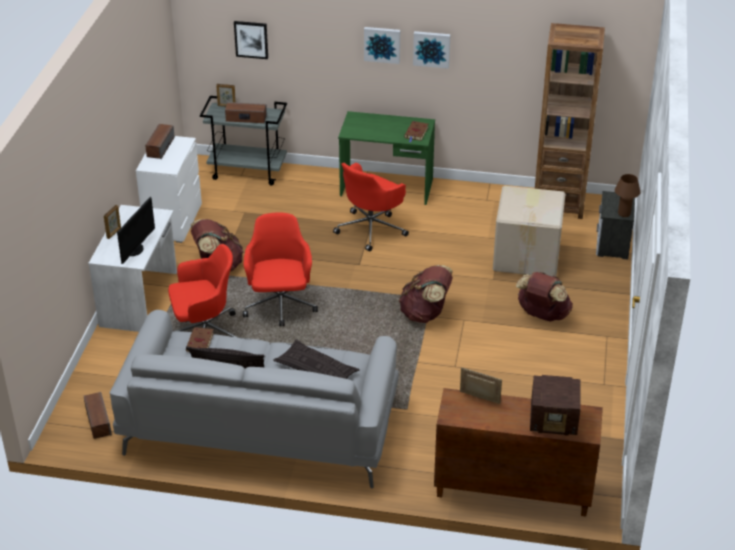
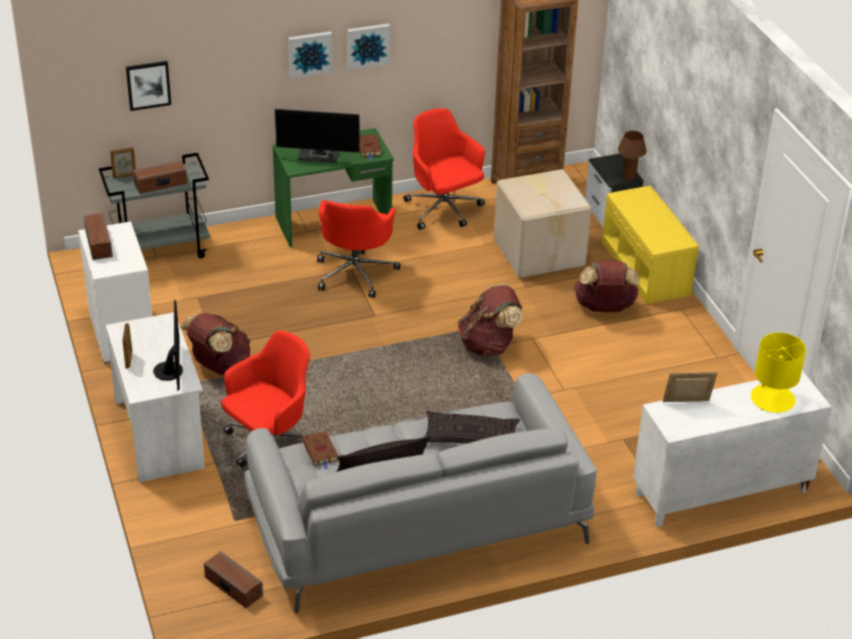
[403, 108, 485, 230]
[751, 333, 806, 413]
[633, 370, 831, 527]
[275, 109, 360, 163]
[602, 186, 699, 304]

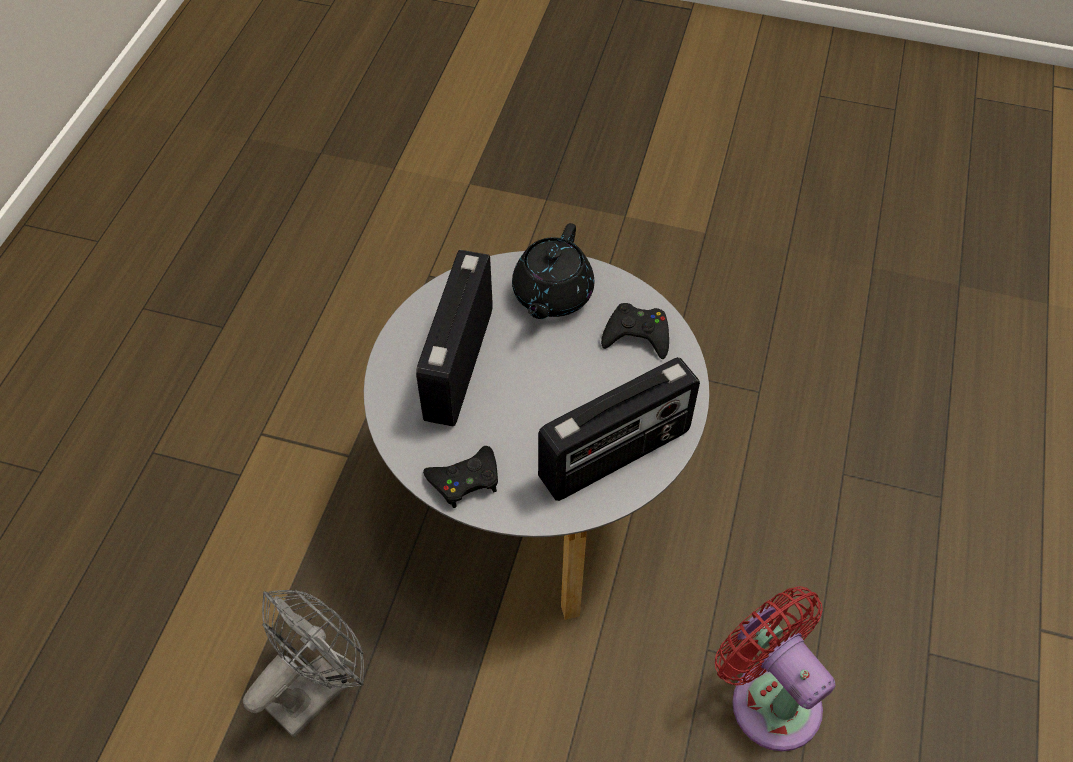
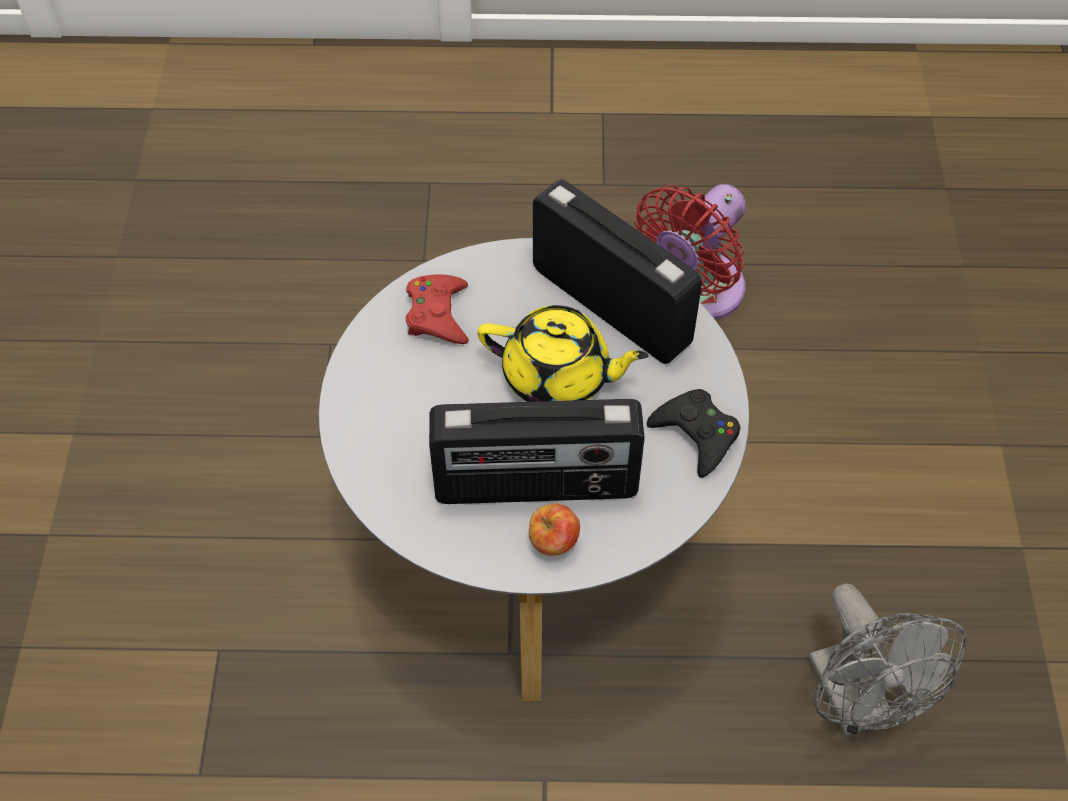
[512, 223, 594, 319] (first image)
[406, 275, 469, 344]
[809, 584, 967, 737]
[477, 305, 649, 402]
[529, 503, 580, 555]

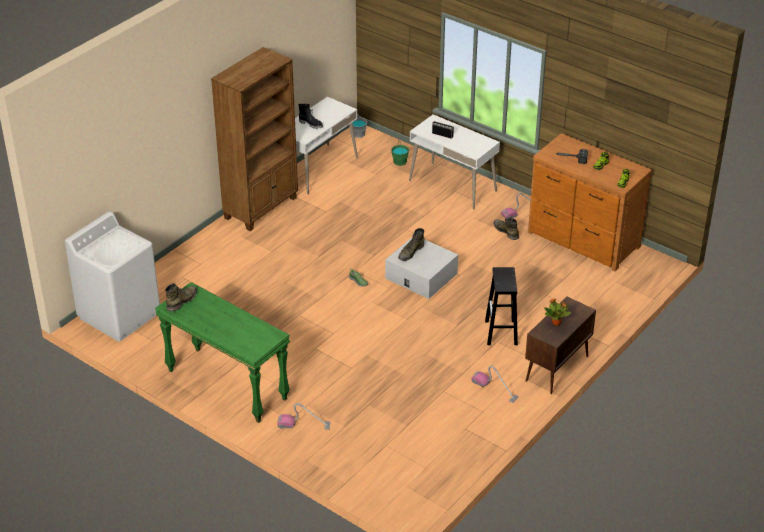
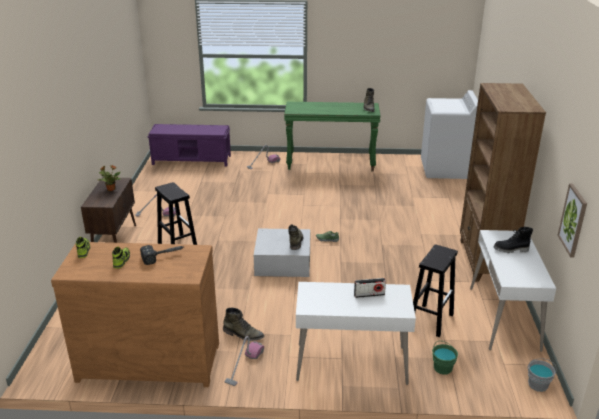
[148, 124, 231, 167]
[558, 184, 587, 257]
[413, 244, 458, 337]

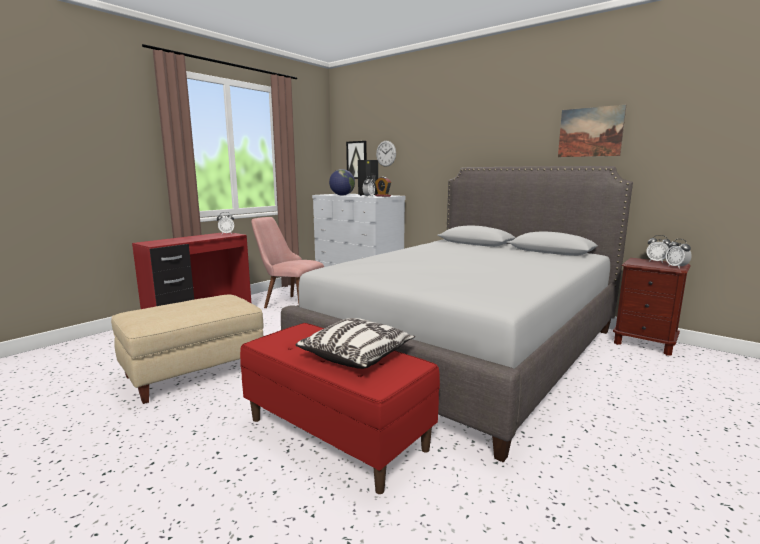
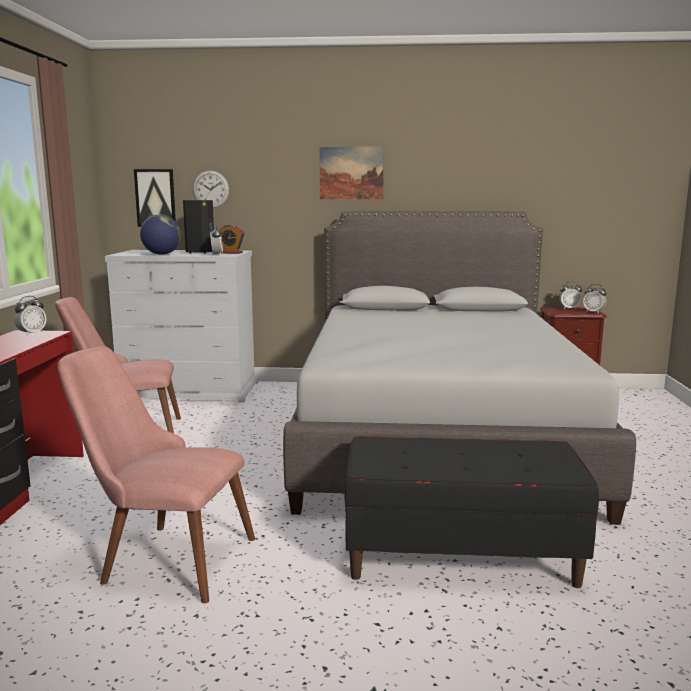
[319, 146, 384, 199]
[57, 346, 255, 603]
[295, 318, 415, 369] (first image)
[344, 436, 599, 588]

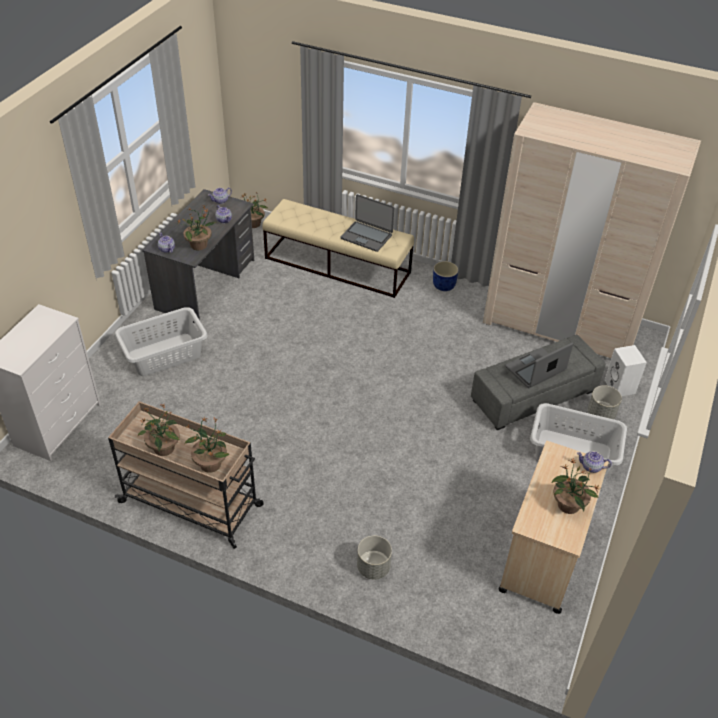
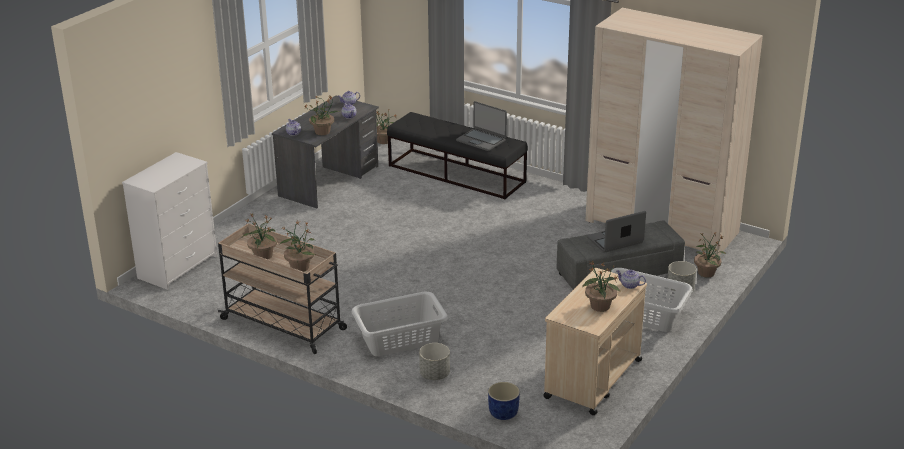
[387, 112, 528, 199]
[488, 382, 520, 420]
[352, 292, 448, 356]
[694, 232, 726, 278]

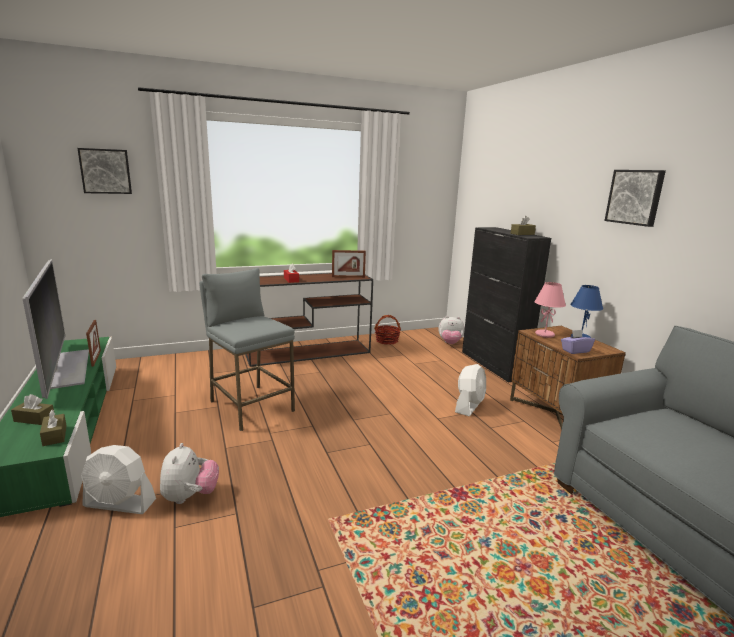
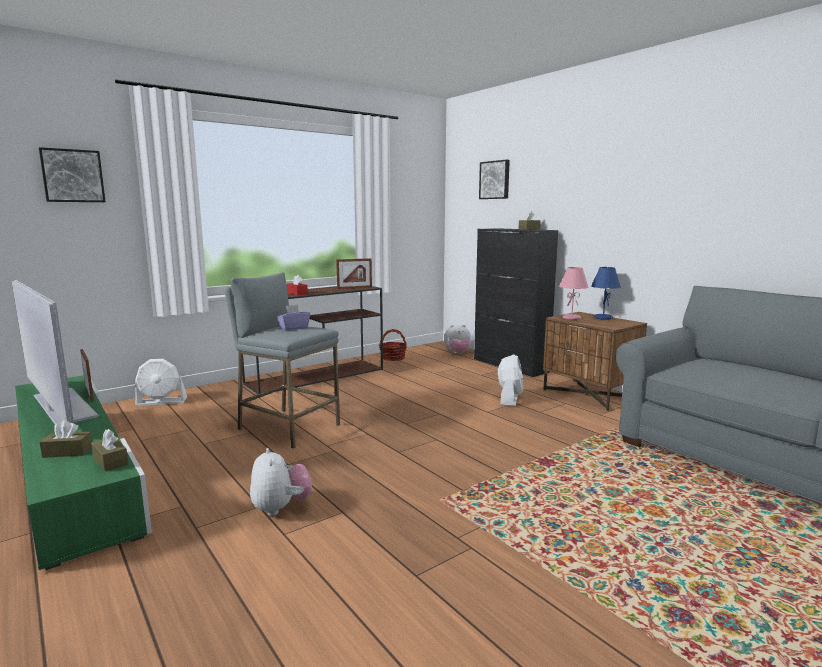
[479, 160, 510, 199]
[277, 305, 310, 330]
[135, 359, 187, 406]

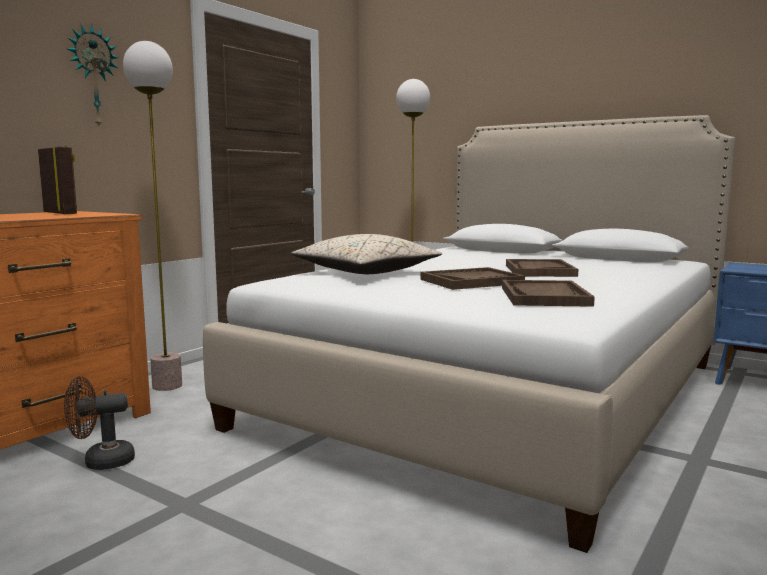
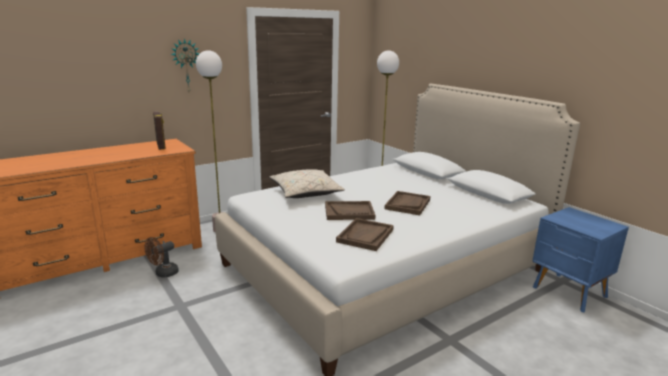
[145, 237, 179, 277]

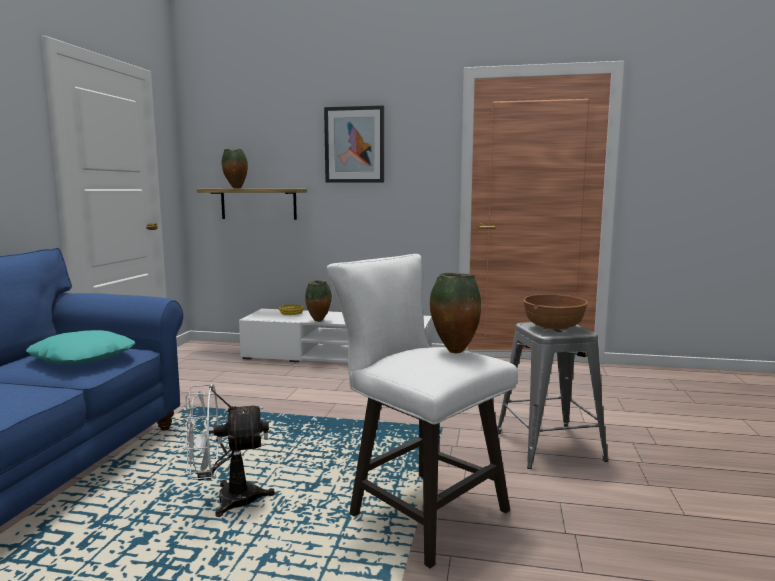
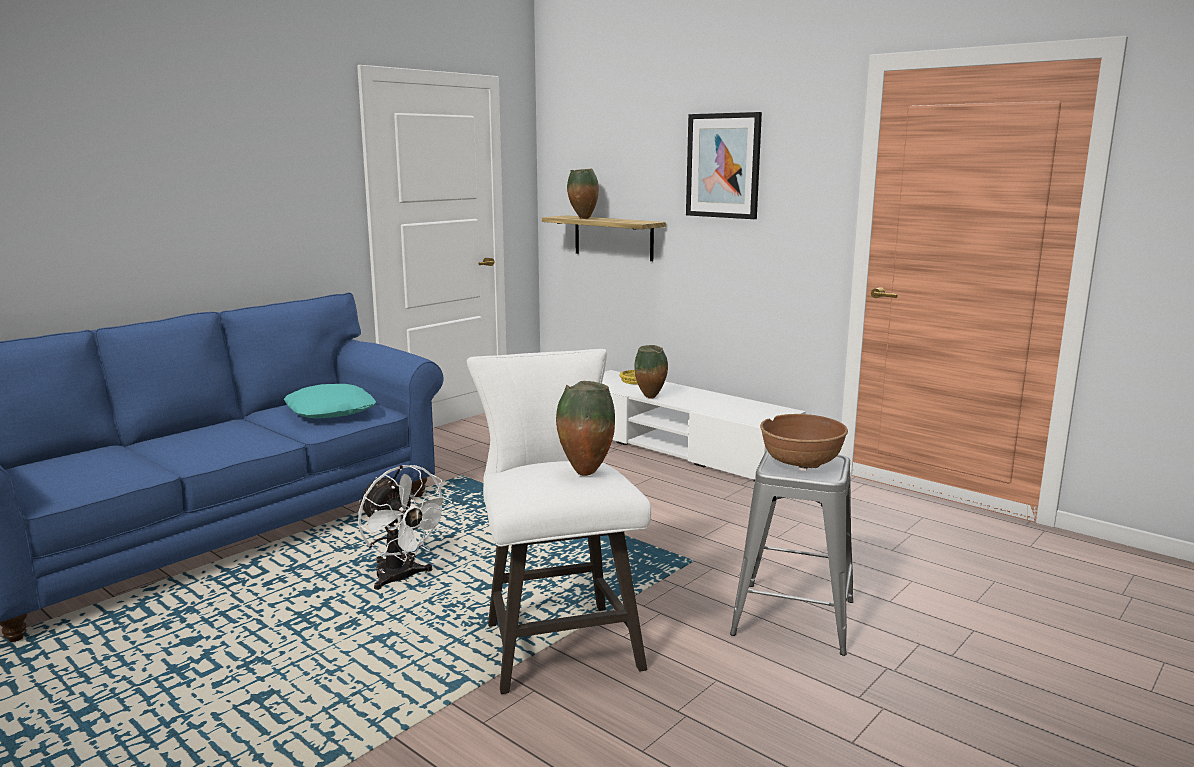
[358, 465, 452, 590]

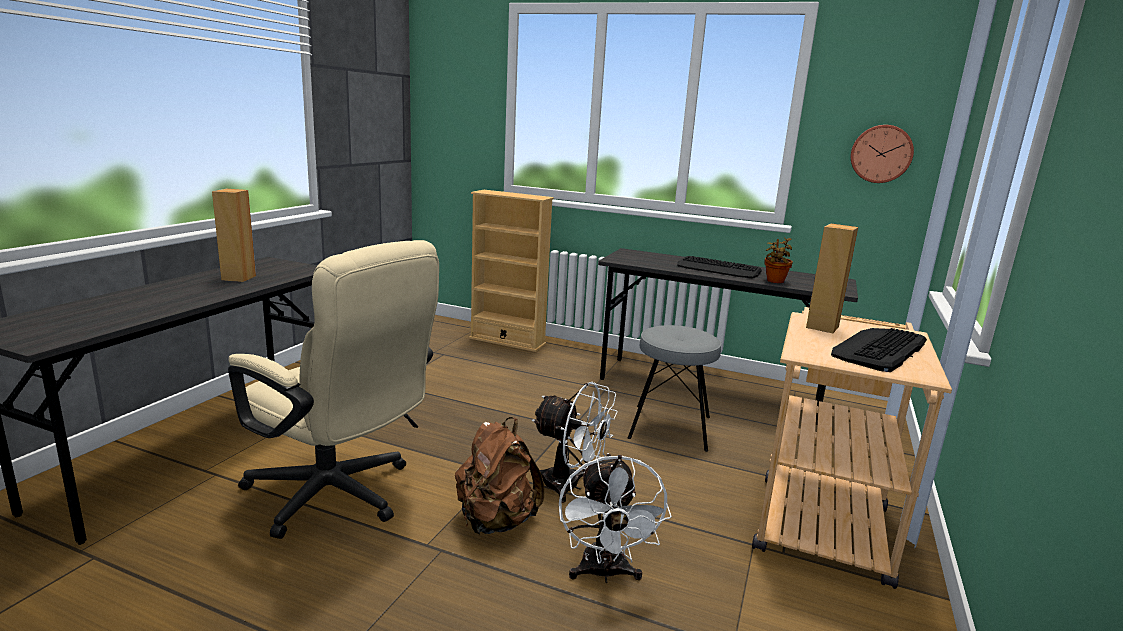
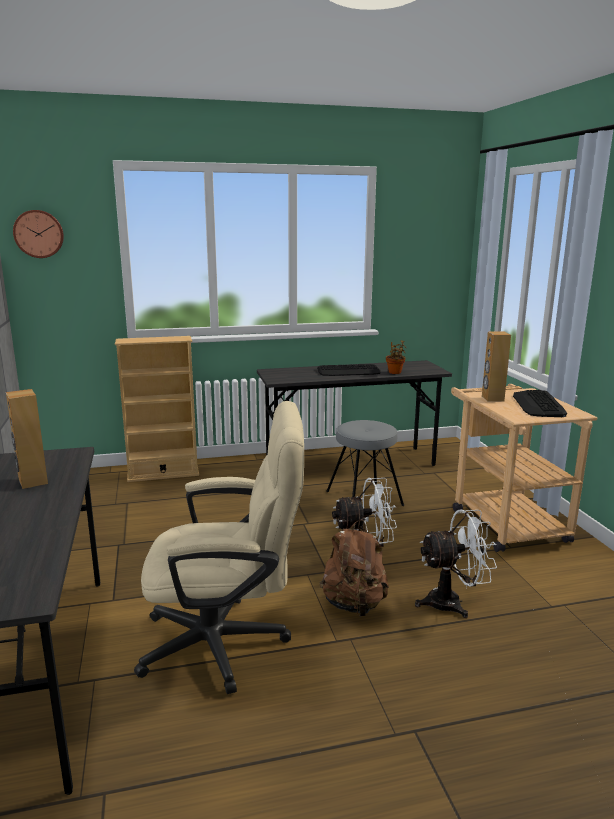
[13, 210, 64, 258]
[415, 509, 497, 618]

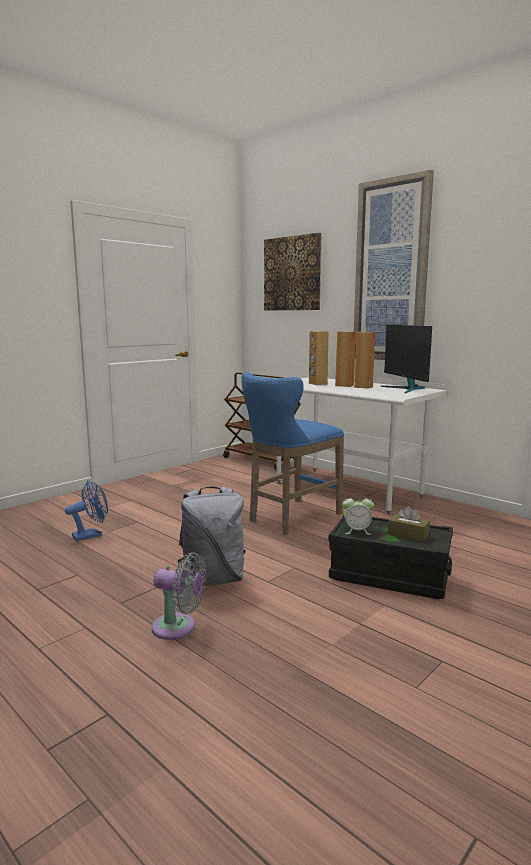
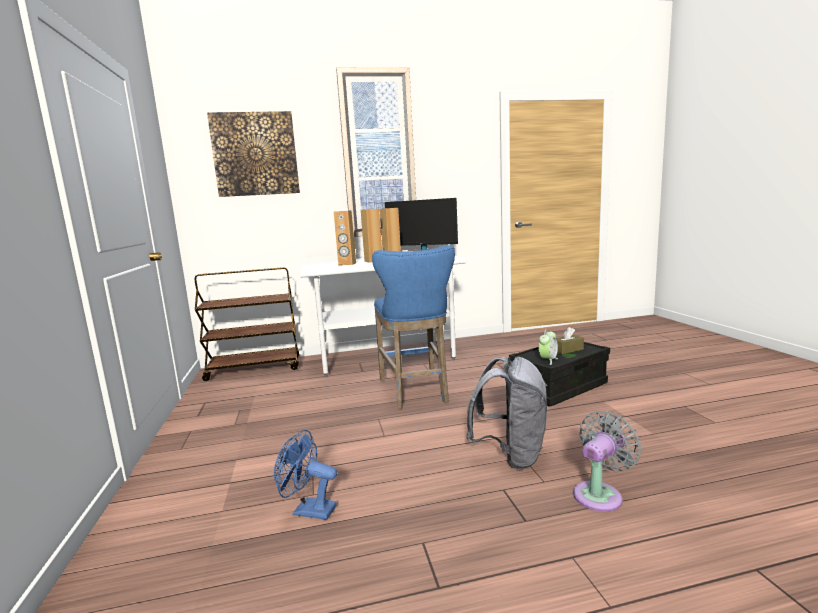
[274, 430, 337, 520]

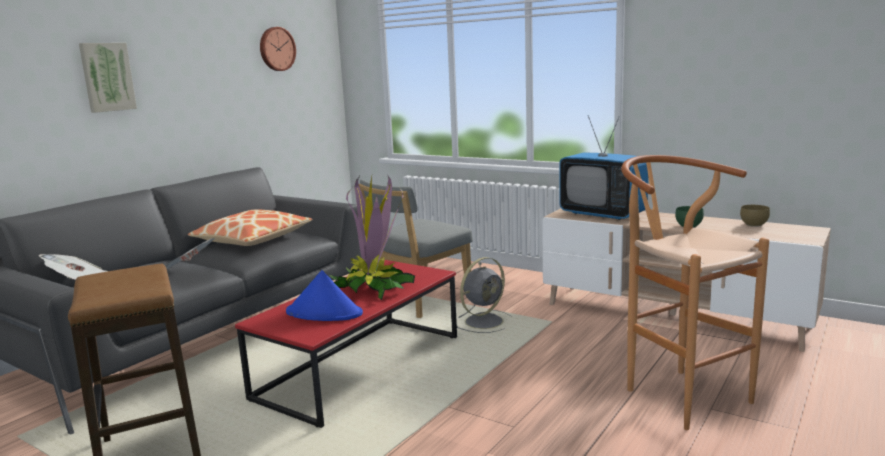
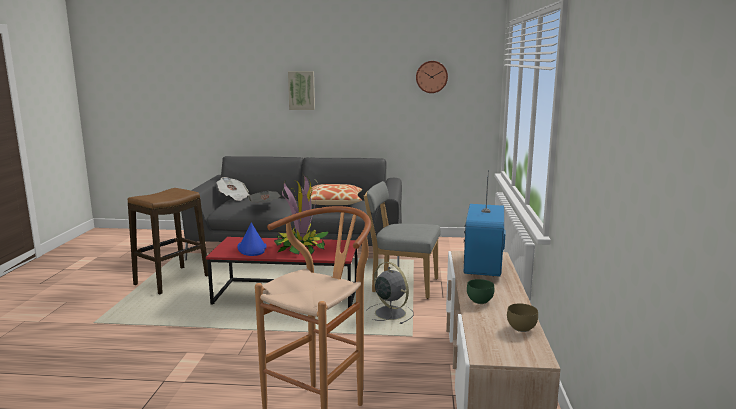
[366, 262, 414, 324]

